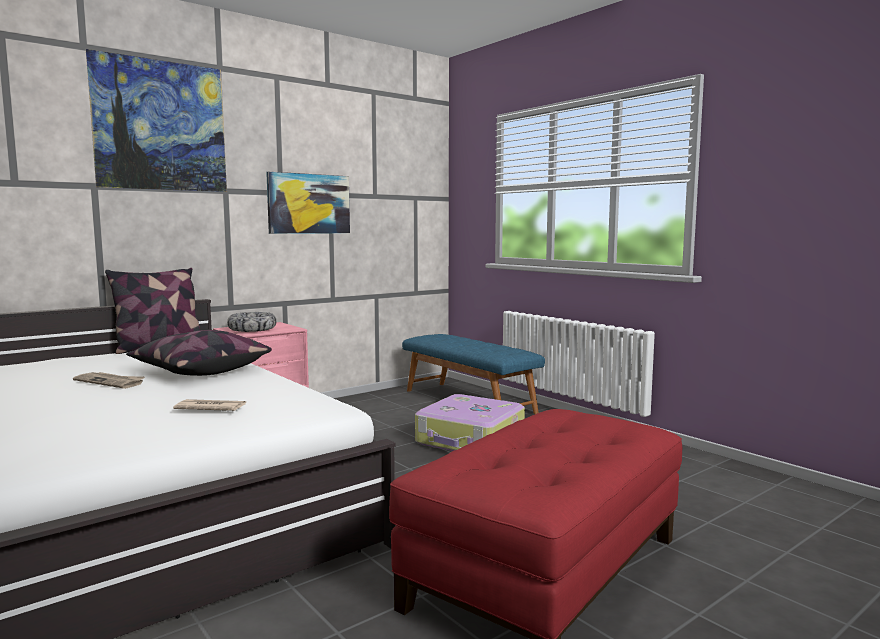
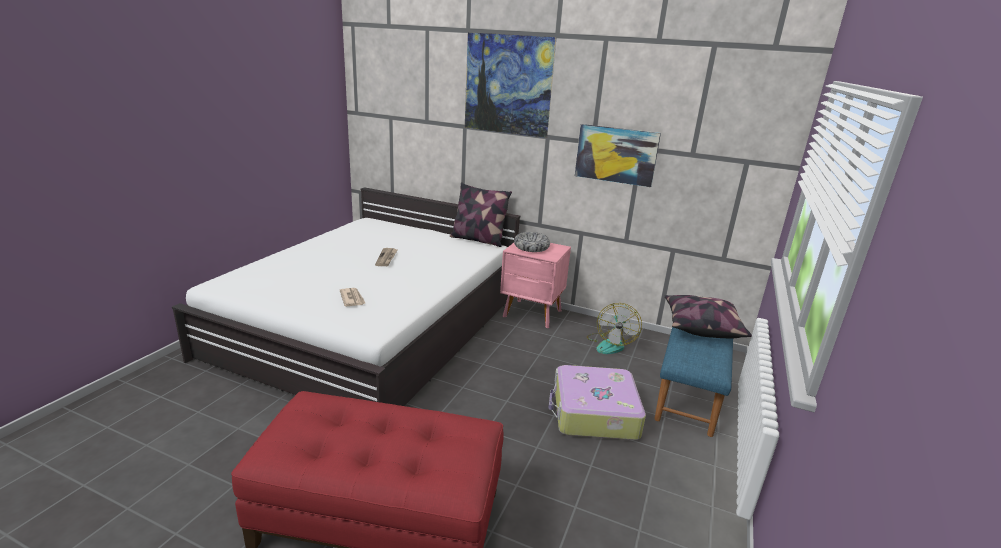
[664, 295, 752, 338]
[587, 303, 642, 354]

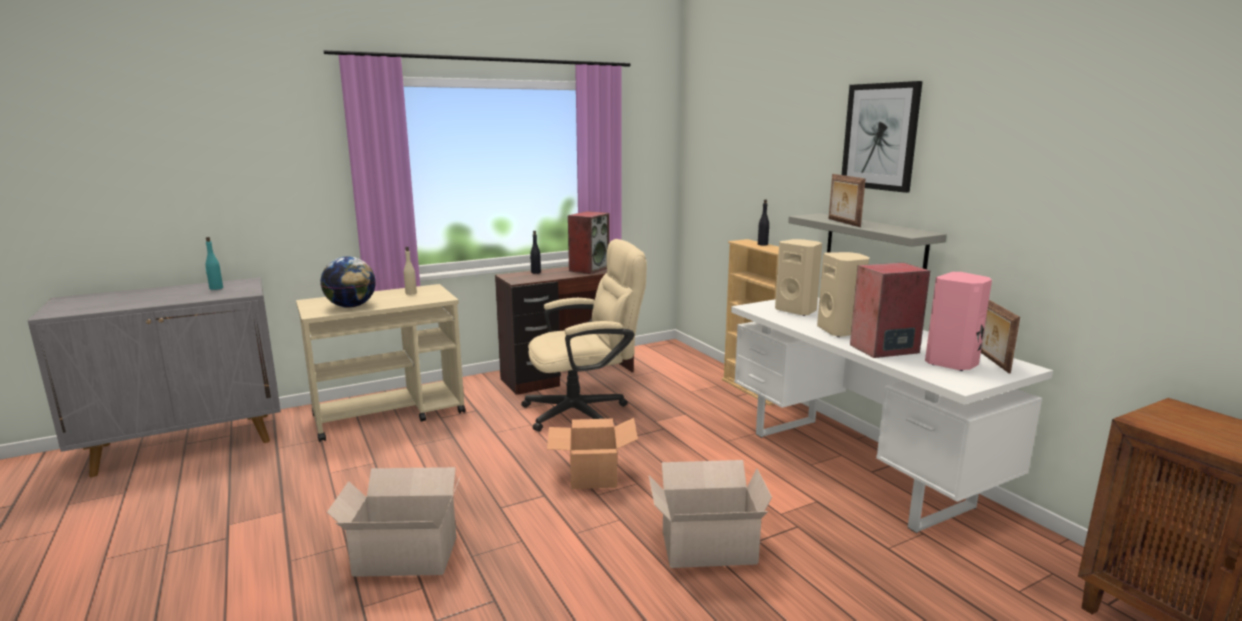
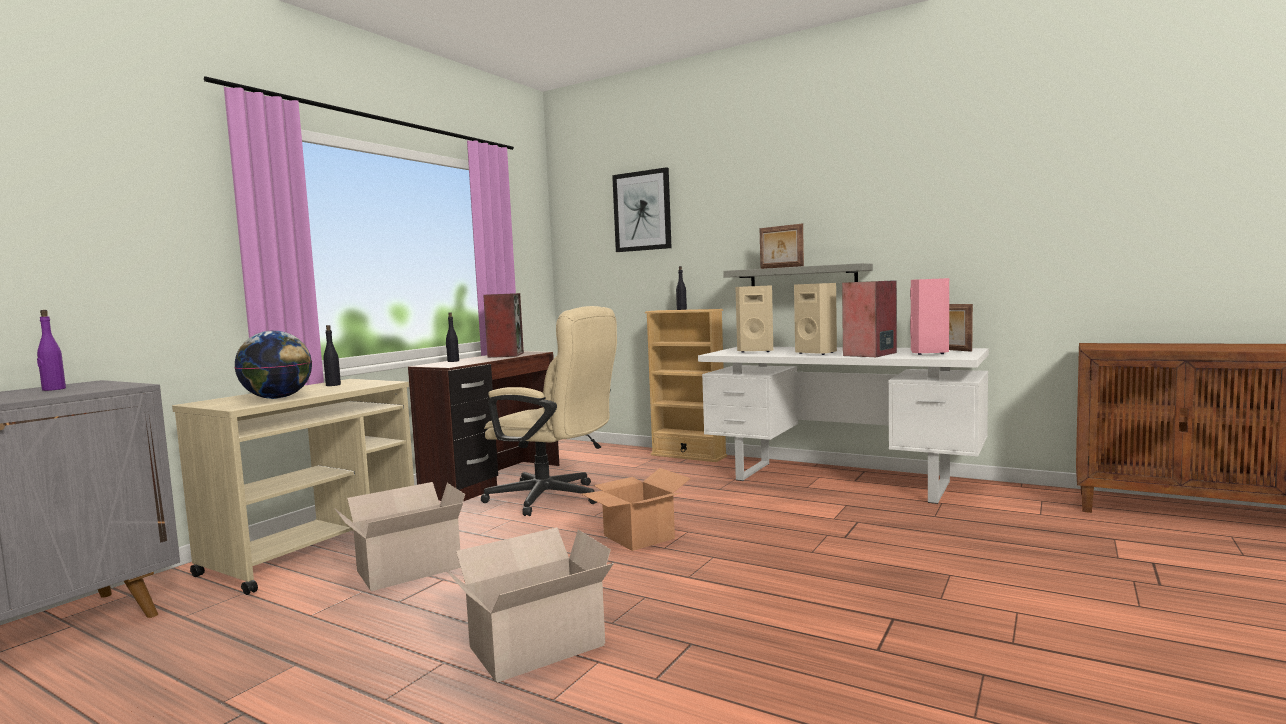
[612, 167, 672, 252]
[37, 310, 66, 391]
[481, 306, 617, 516]
[323, 325, 341, 386]
[334, 482, 465, 591]

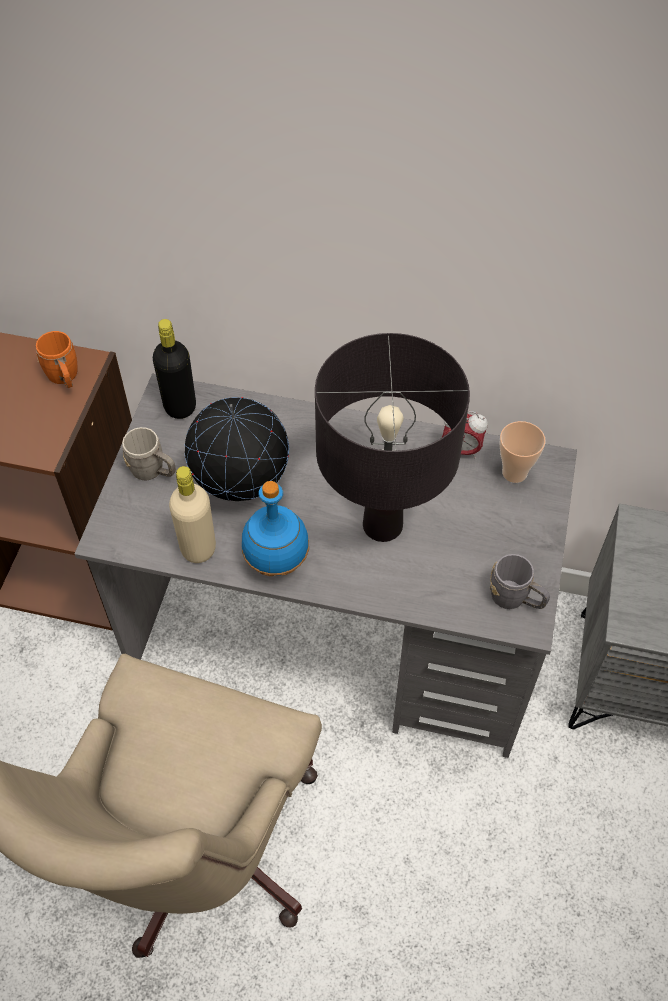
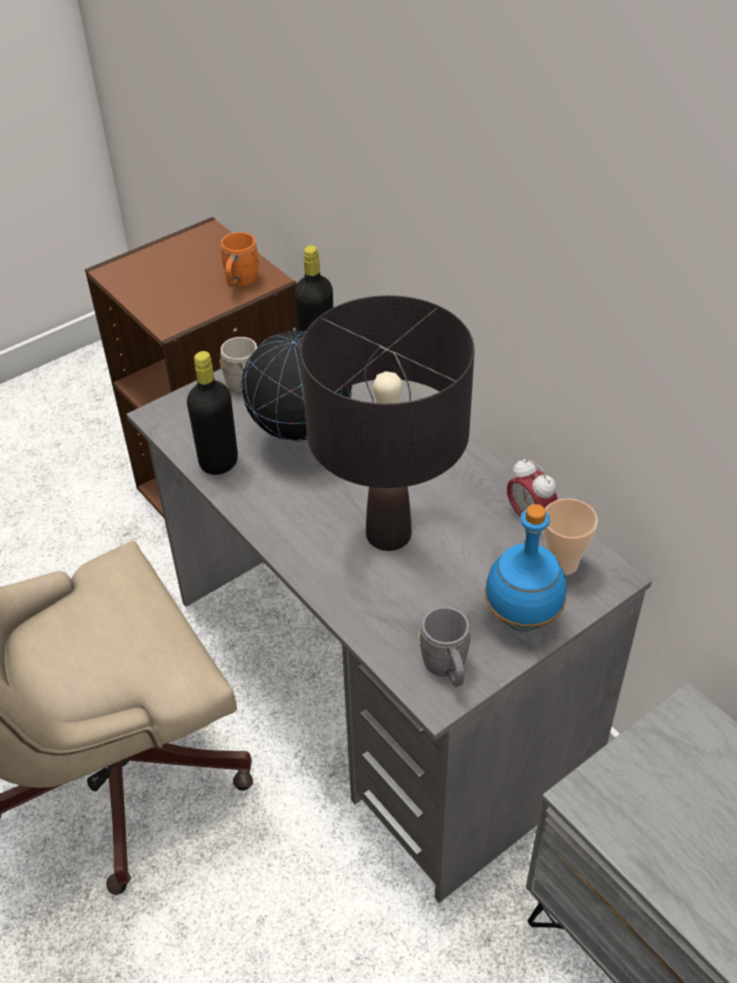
[187, 351, 238, 475]
[485, 504, 567, 631]

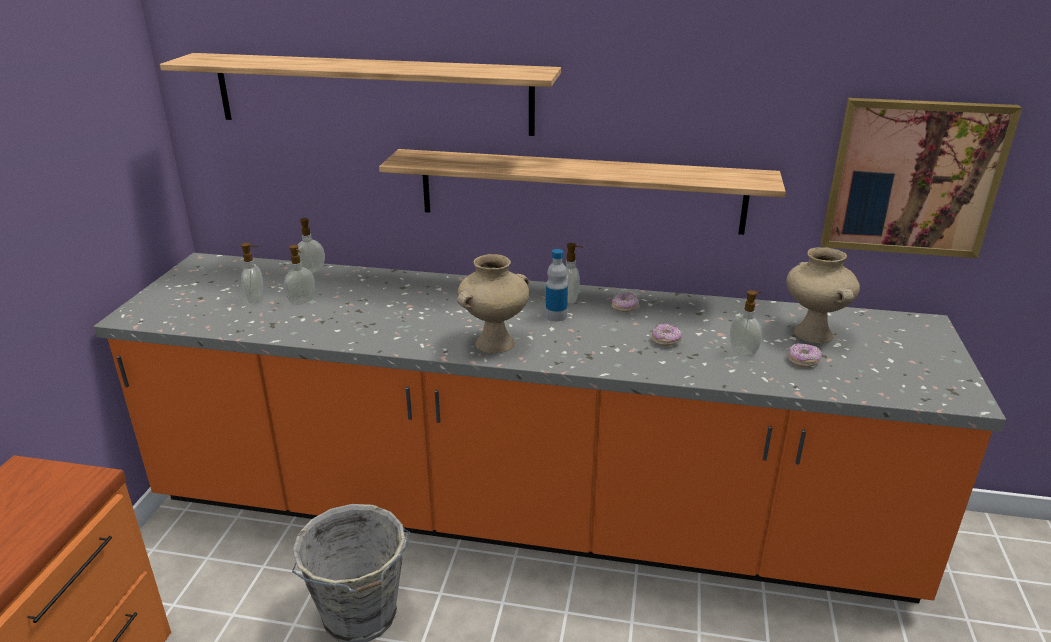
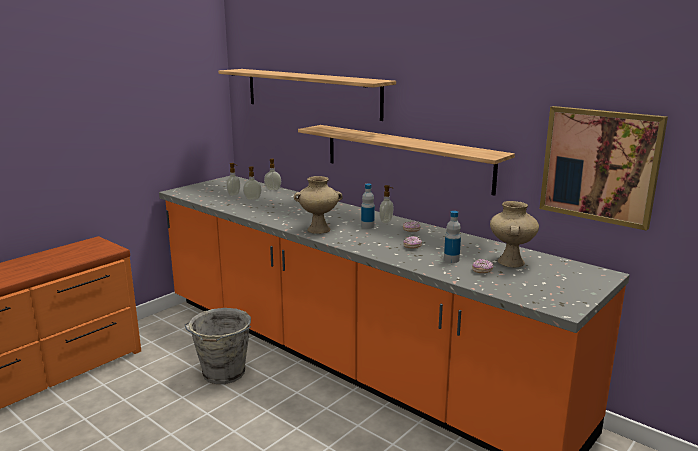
[444, 211, 461, 263]

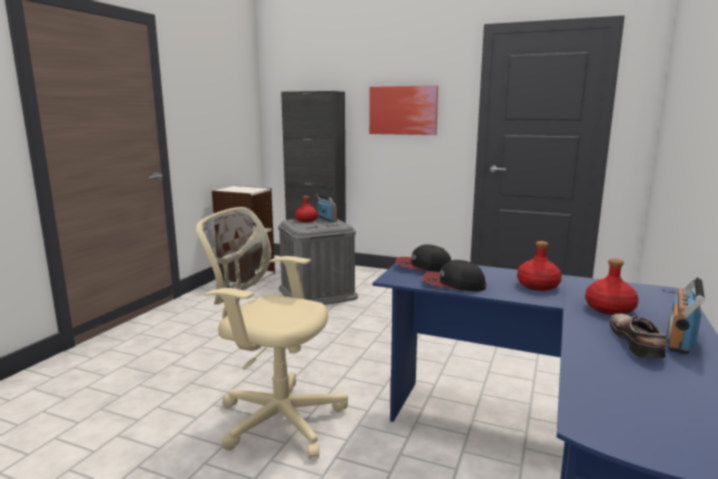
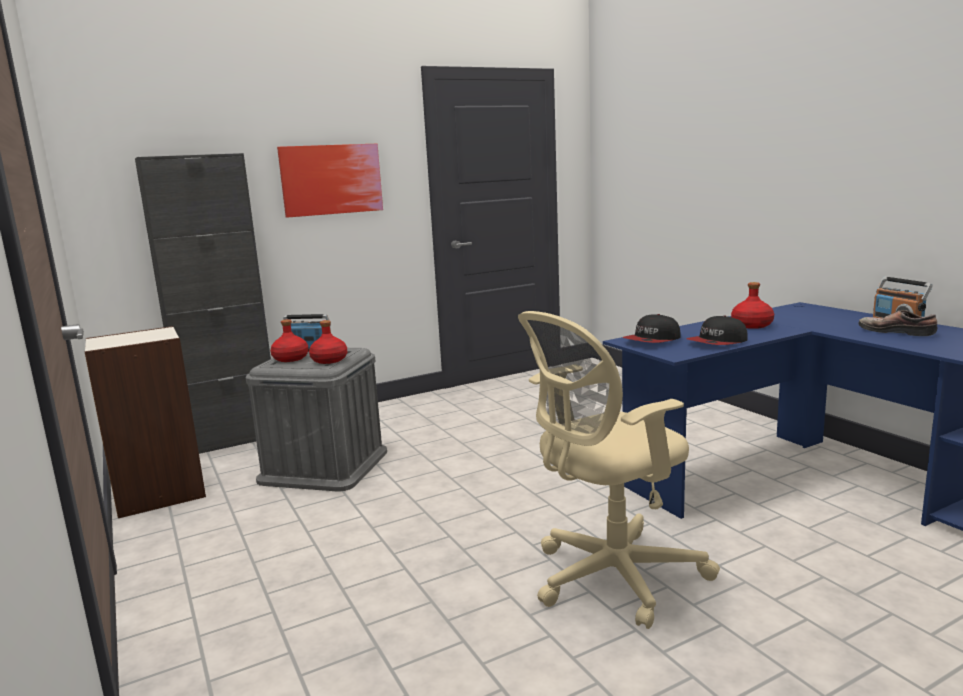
[309, 320, 347, 364]

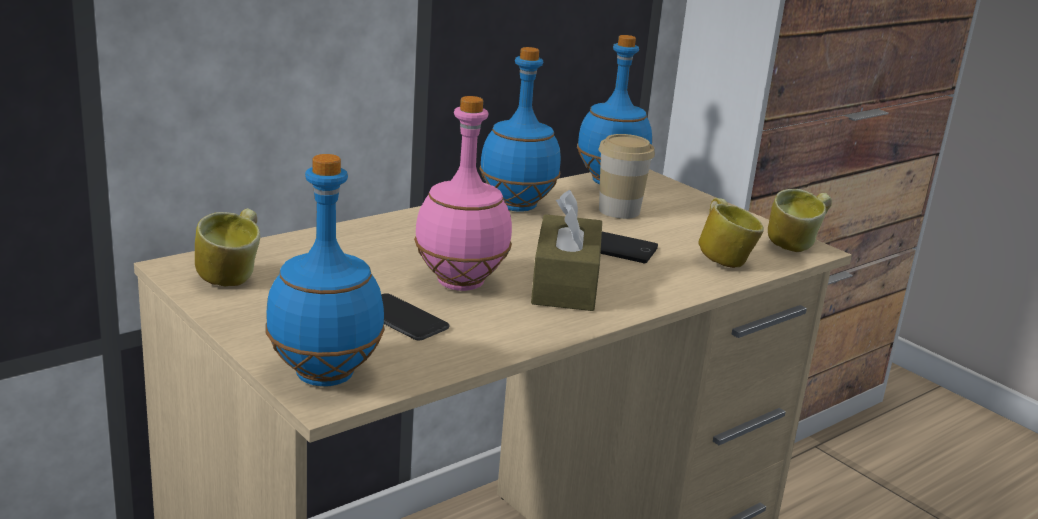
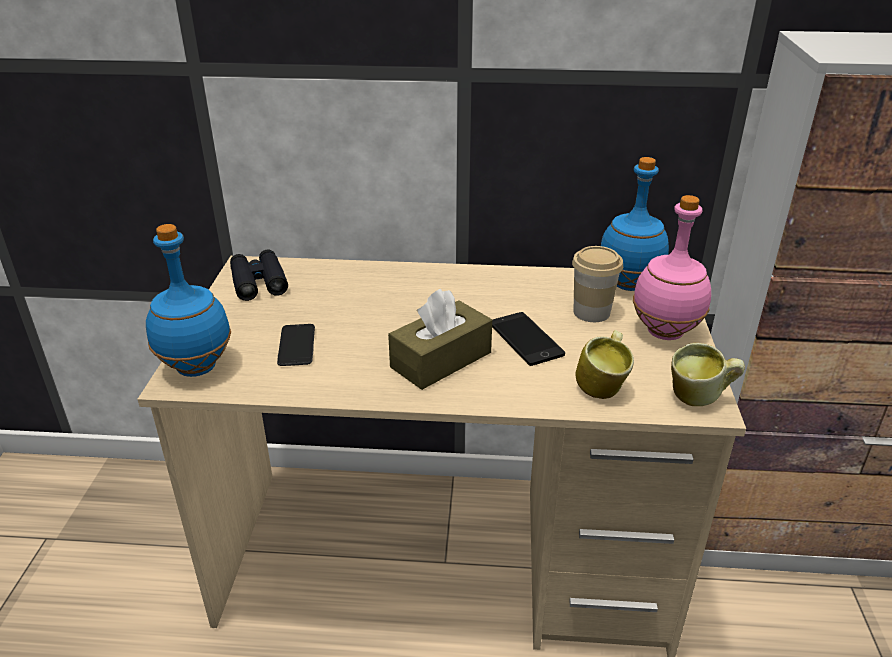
[479, 47, 561, 212] (first image)
[633, 195, 711, 340]
[230, 250, 288, 301]

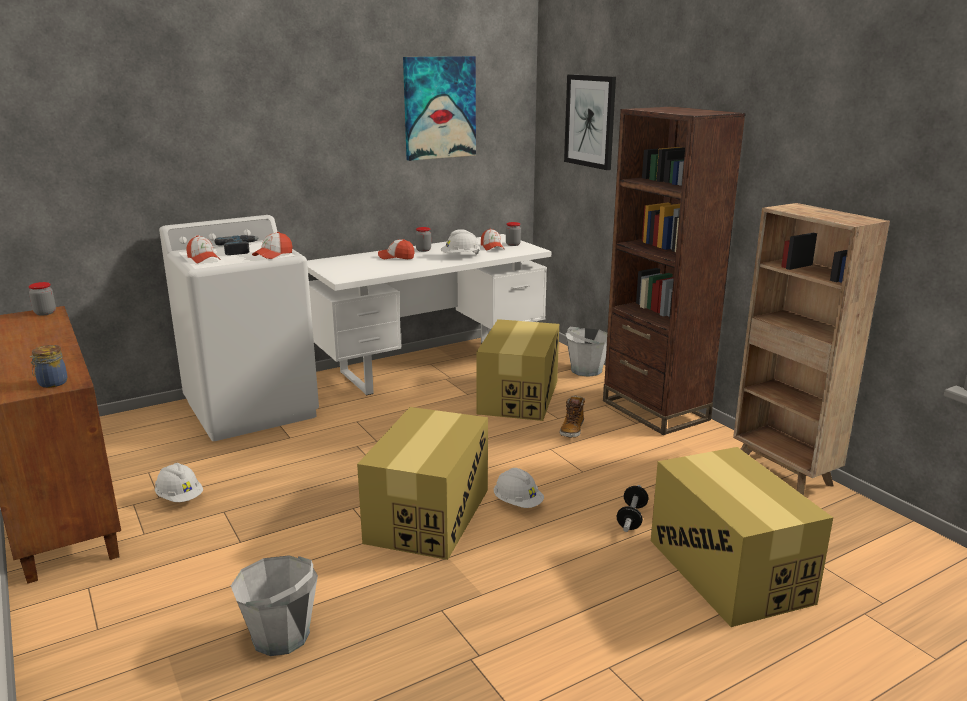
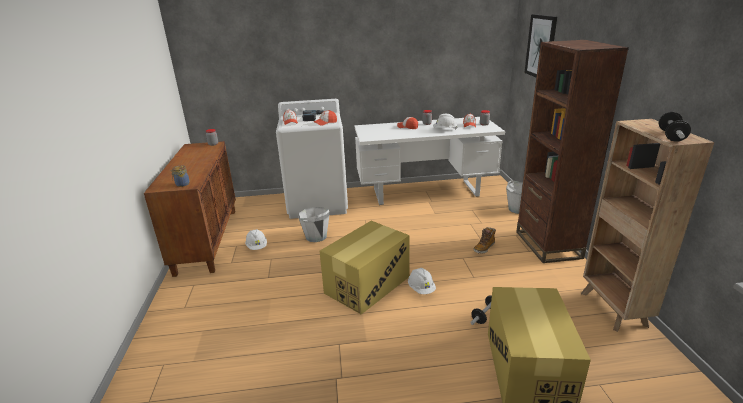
[403, 56, 476, 161] (first image)
[476, 319, 559, 421] (first image)
[298, 207, 329, 242]
[659, 112, 691, 142]

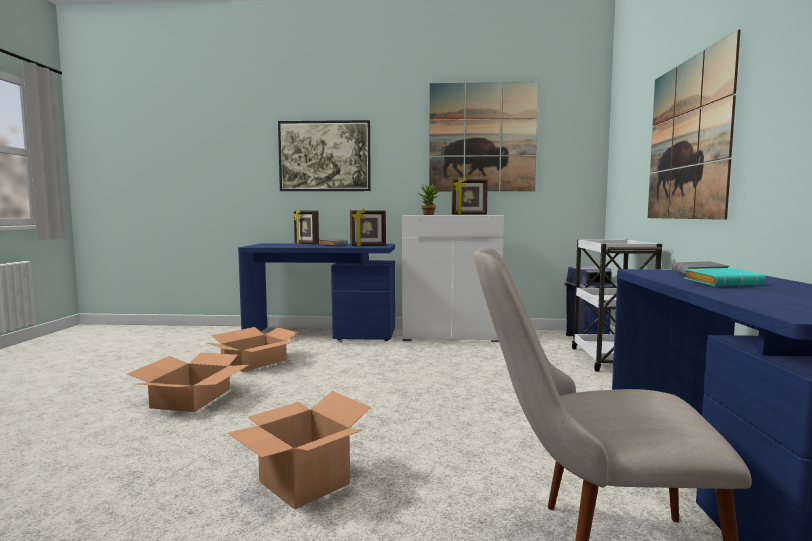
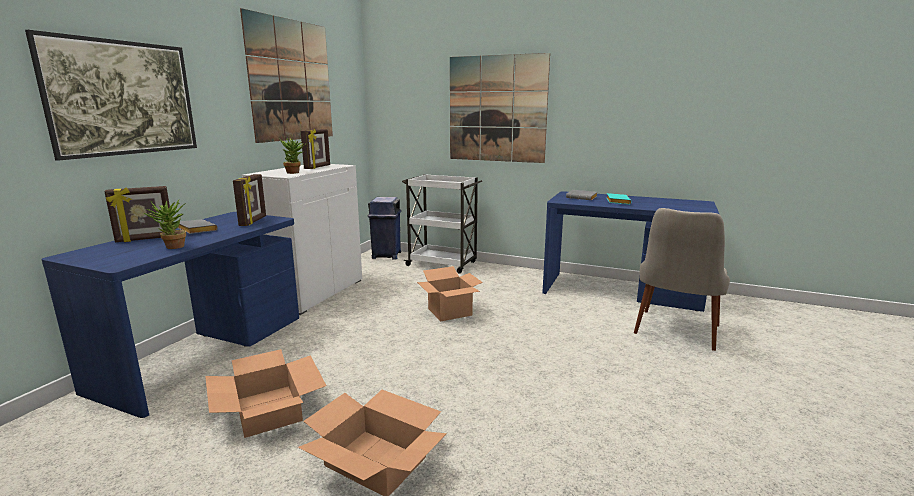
[417, 266, 483, 322]
[144, 200, 186, 249]

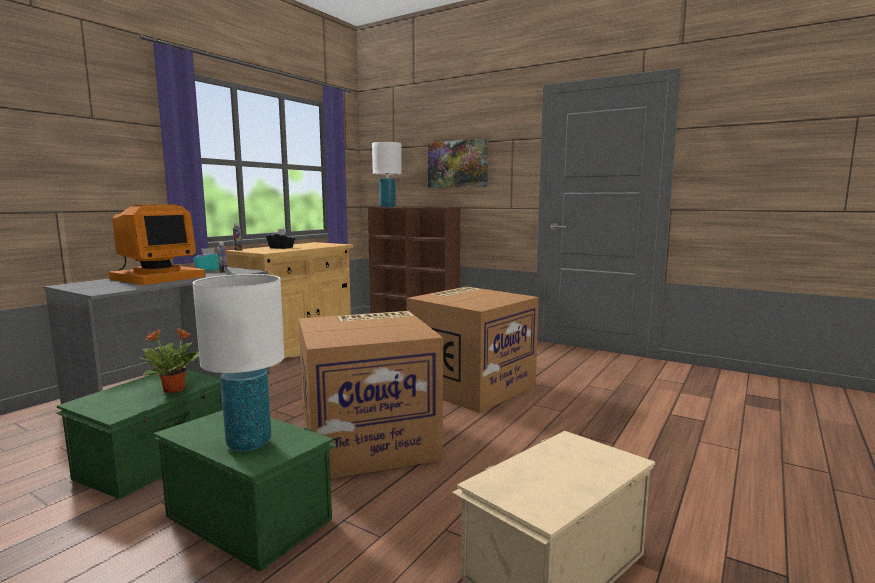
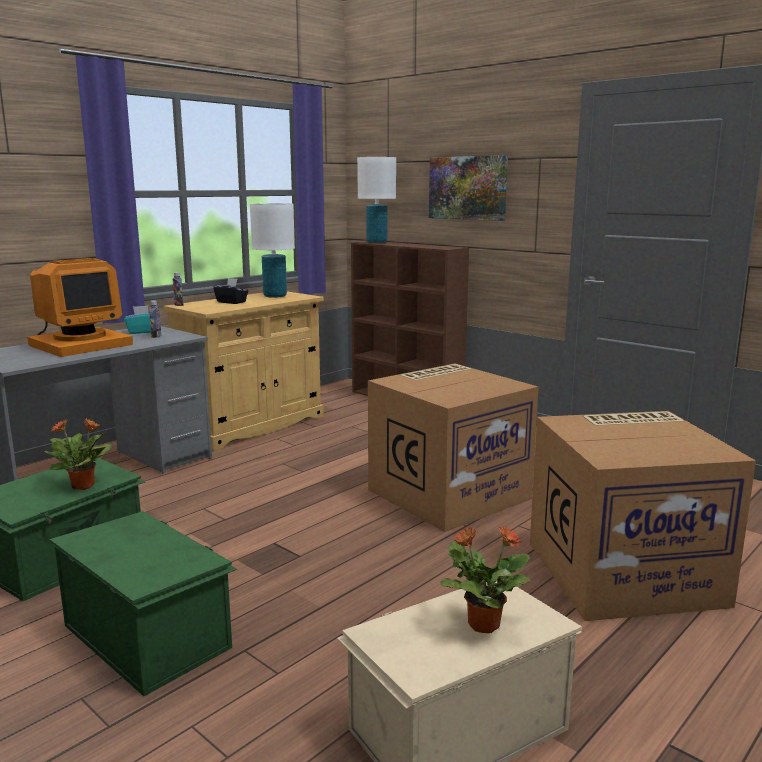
[250, 203, 295, 298]
[530, 411, 756, 621]
[440, 526, 530, 633]

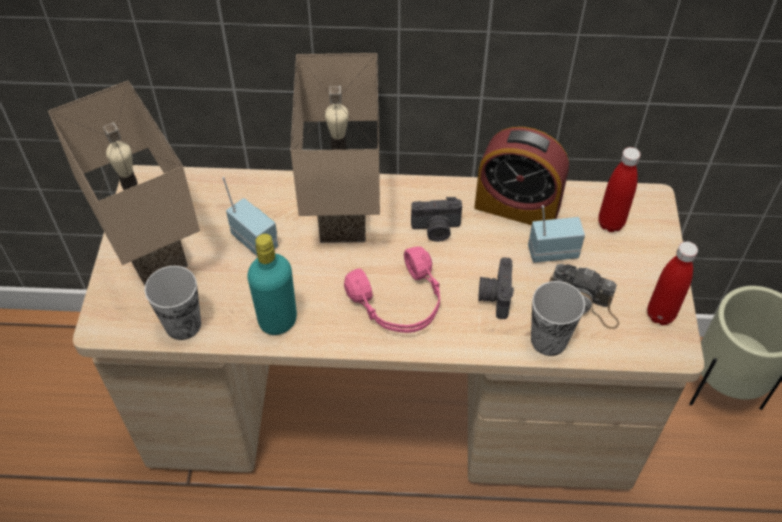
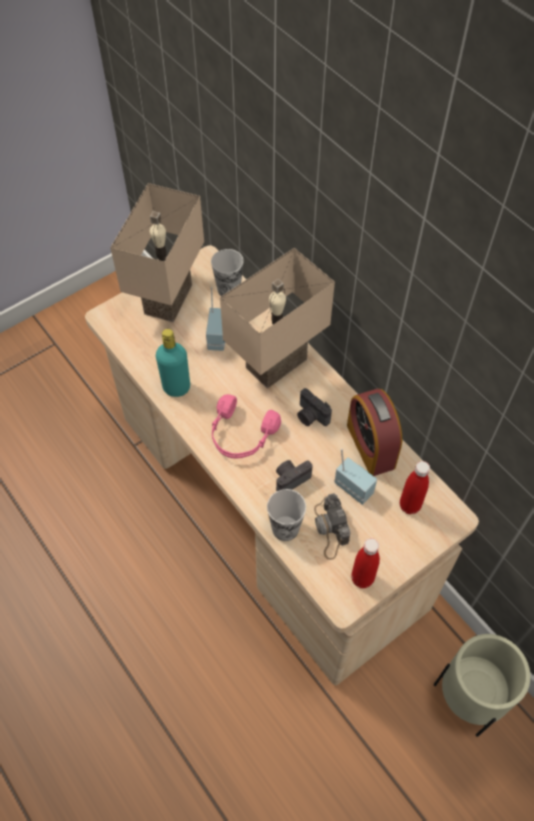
[211, 249, 244, 296]

